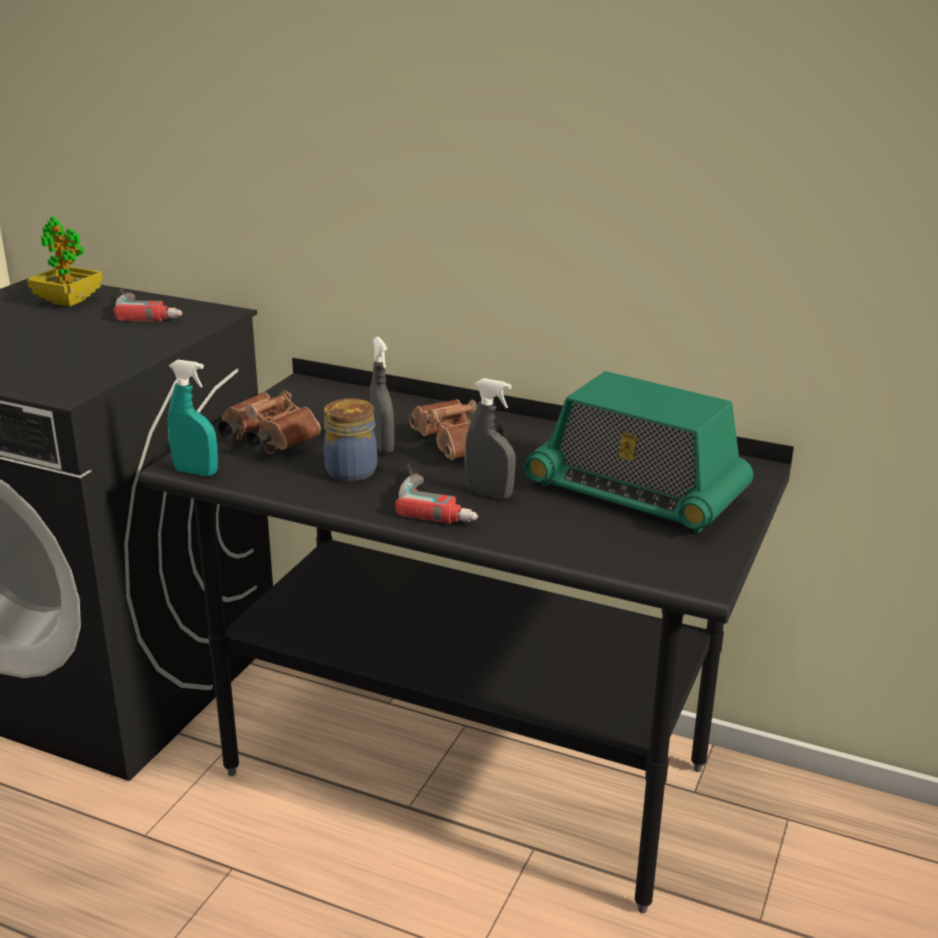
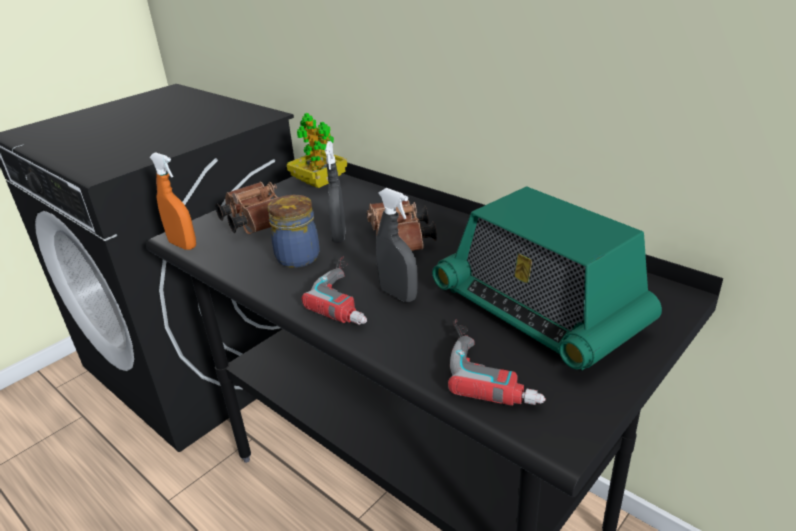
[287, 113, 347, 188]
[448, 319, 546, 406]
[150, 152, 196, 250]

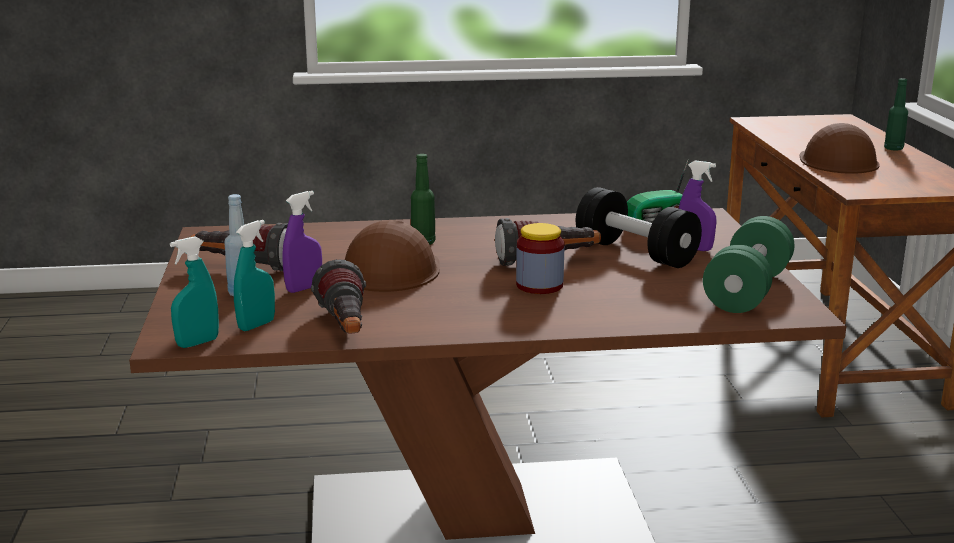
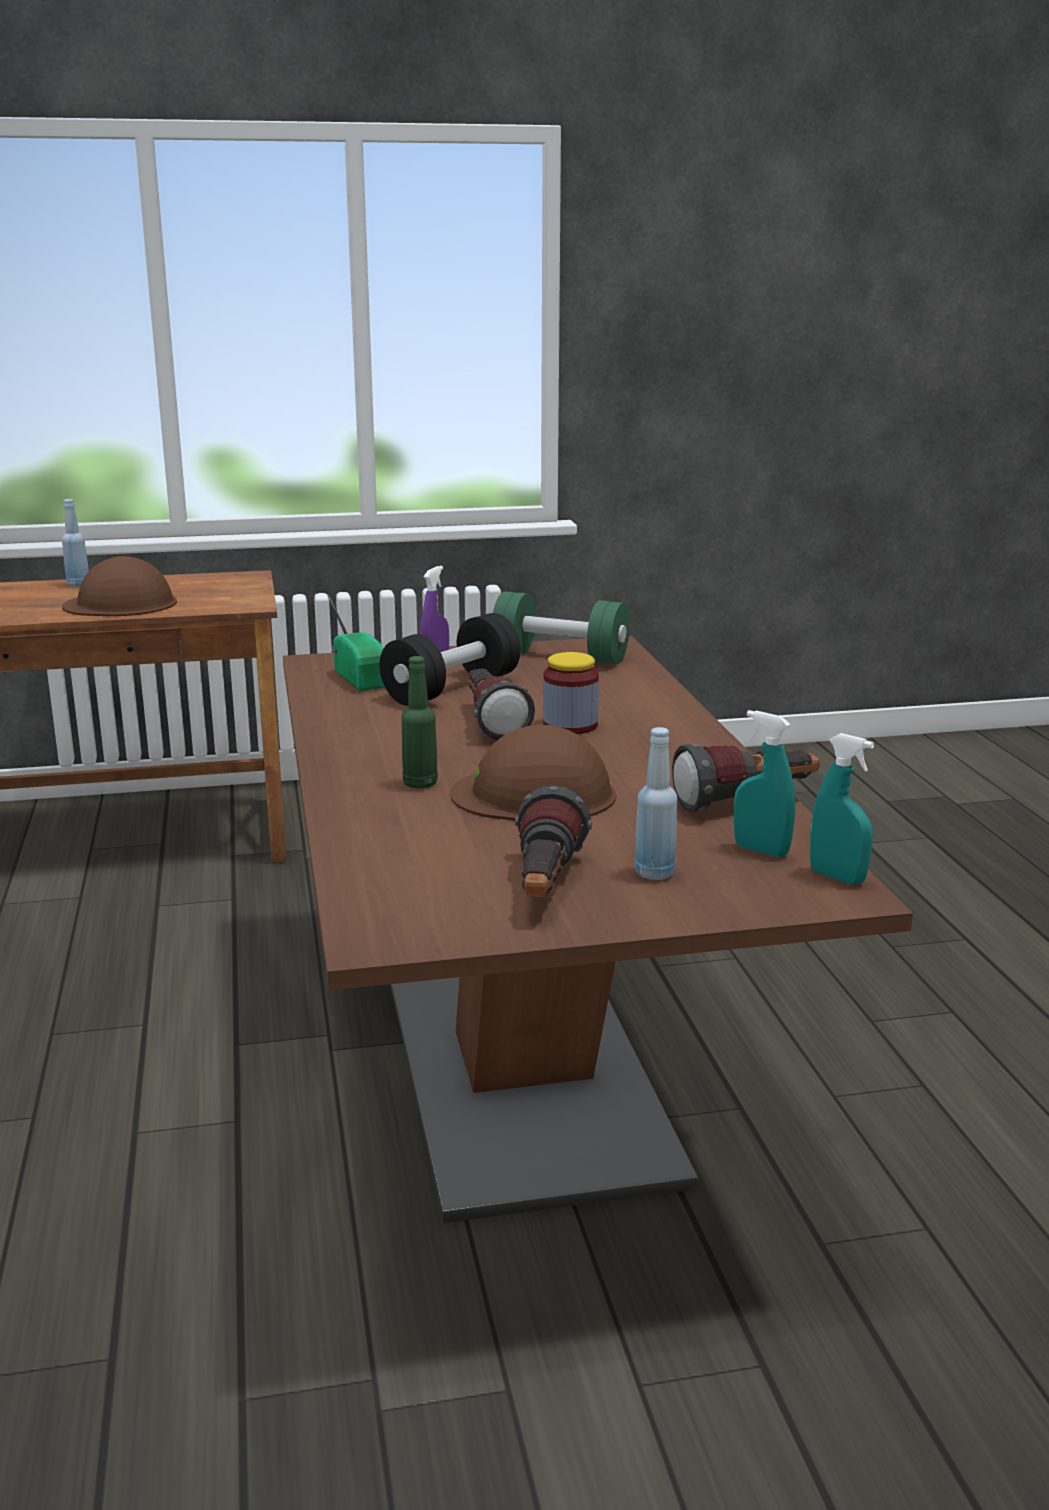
[282, 191, 322, 293] (first image)
[62, 499, 89, 586]

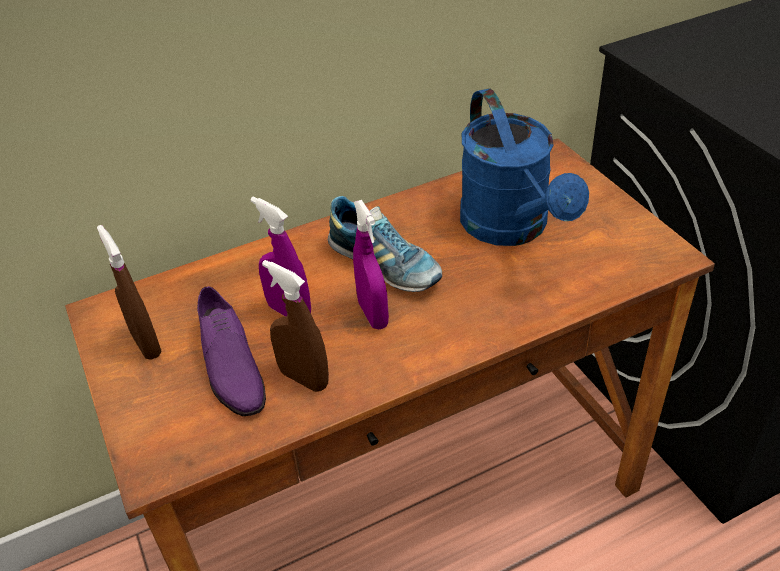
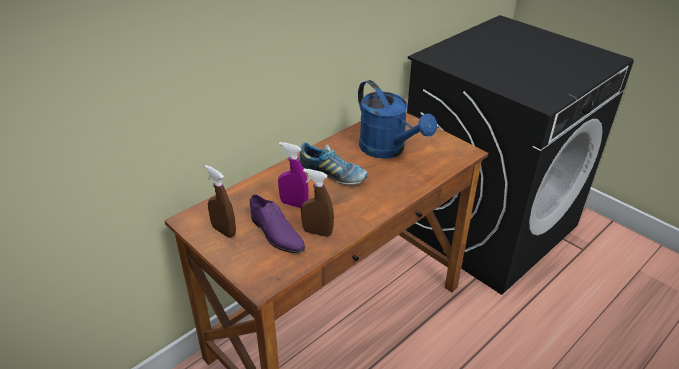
[353, 200, 389, 329] (first image)

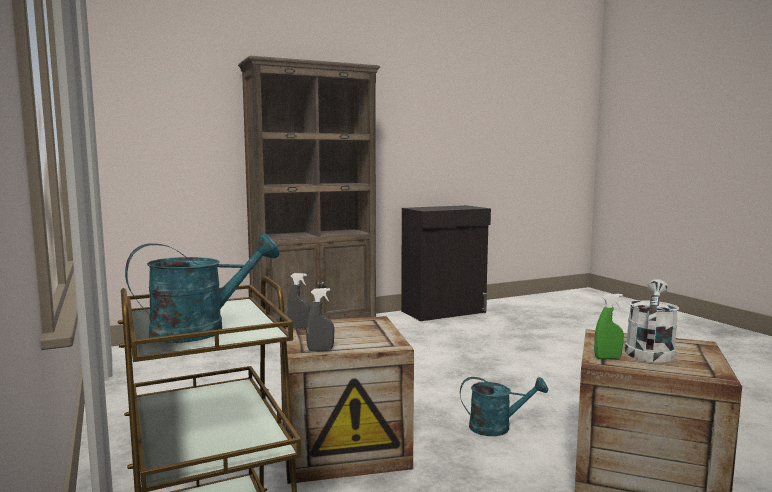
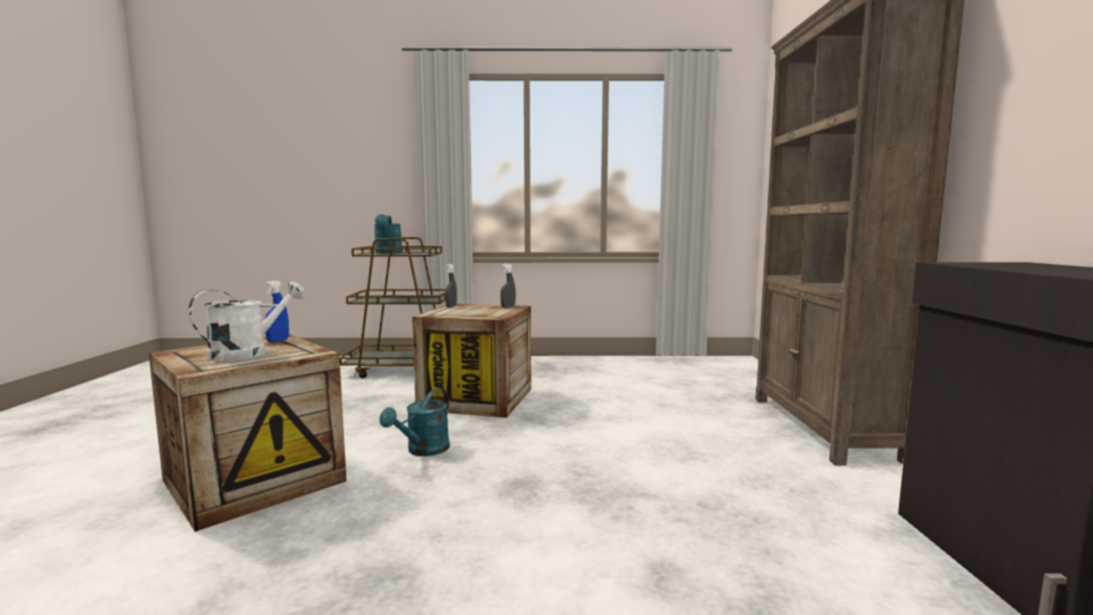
[264, 280, 289, 343]
[189, 281, 305, 362]

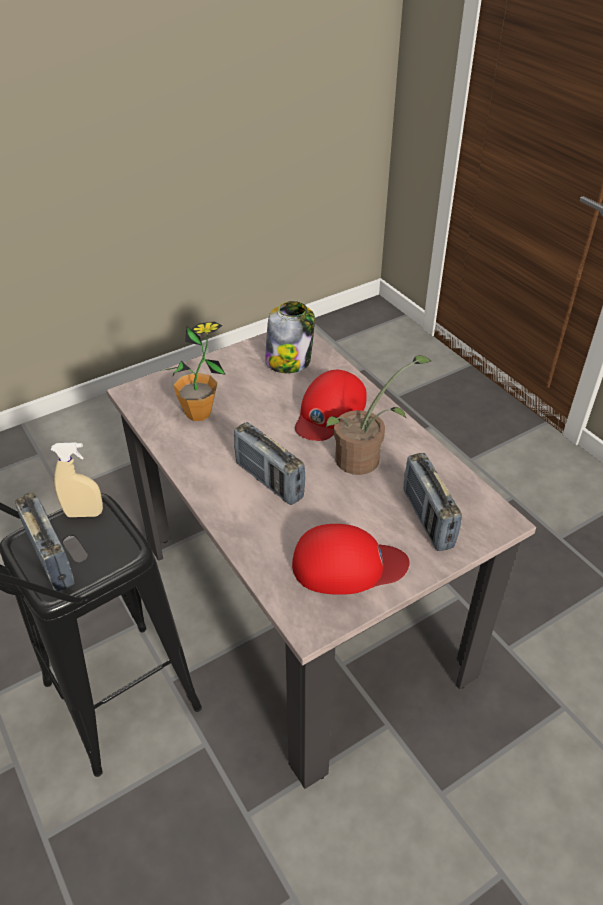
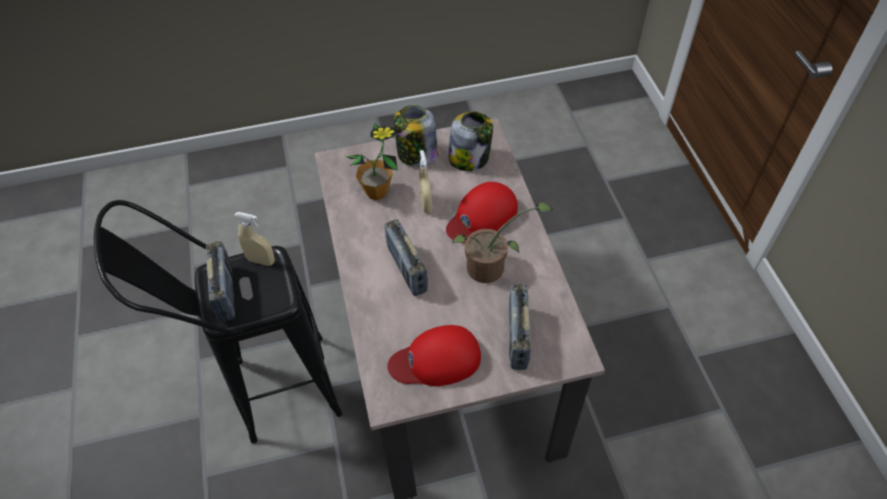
[394, 105, 438, 167]
[419, 150, 432, 214]
[387, 325, 481, 386]

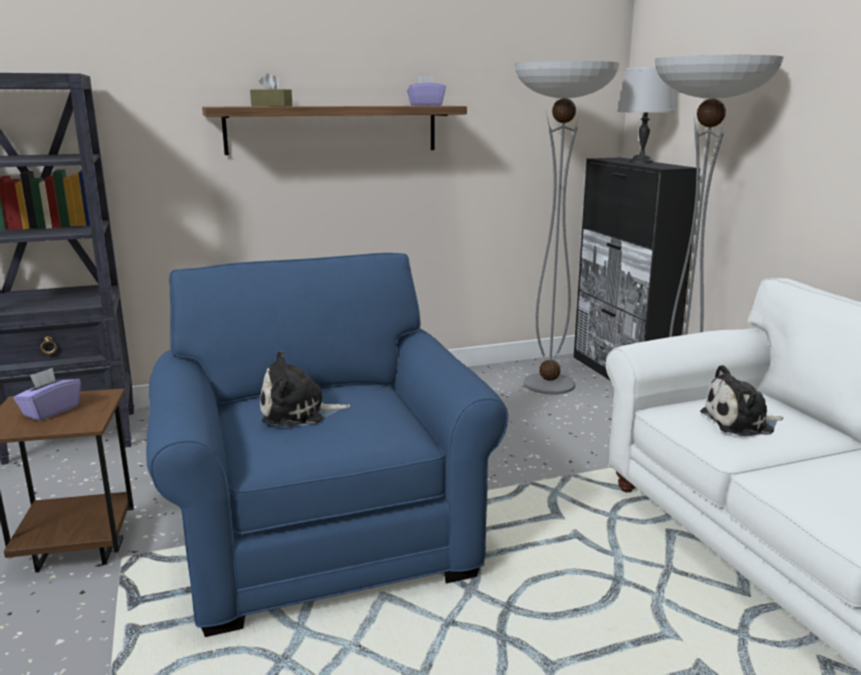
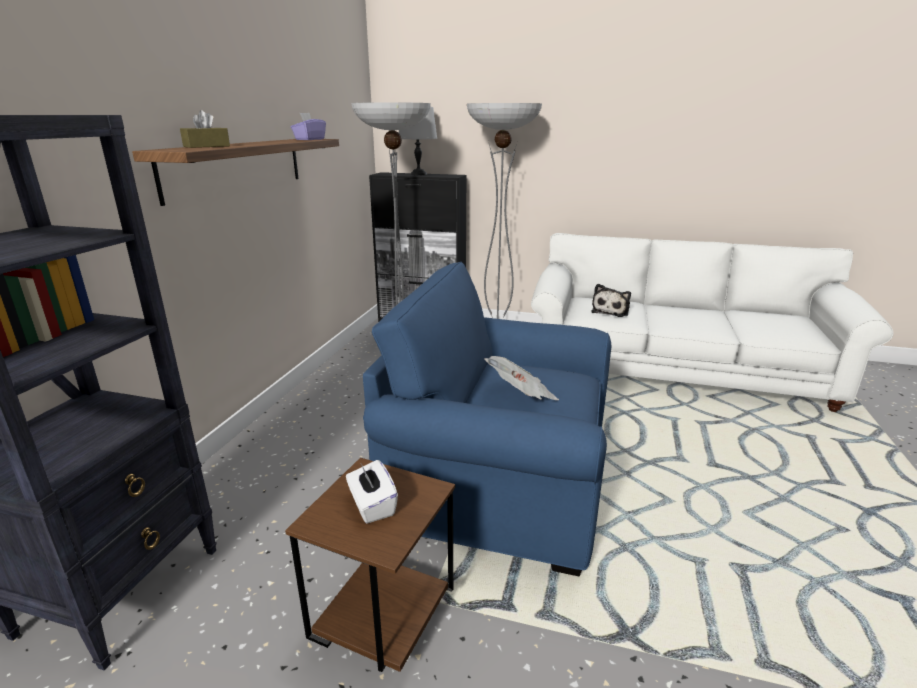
[484, 356, 559, 400]
[346, 460, 398, 524]

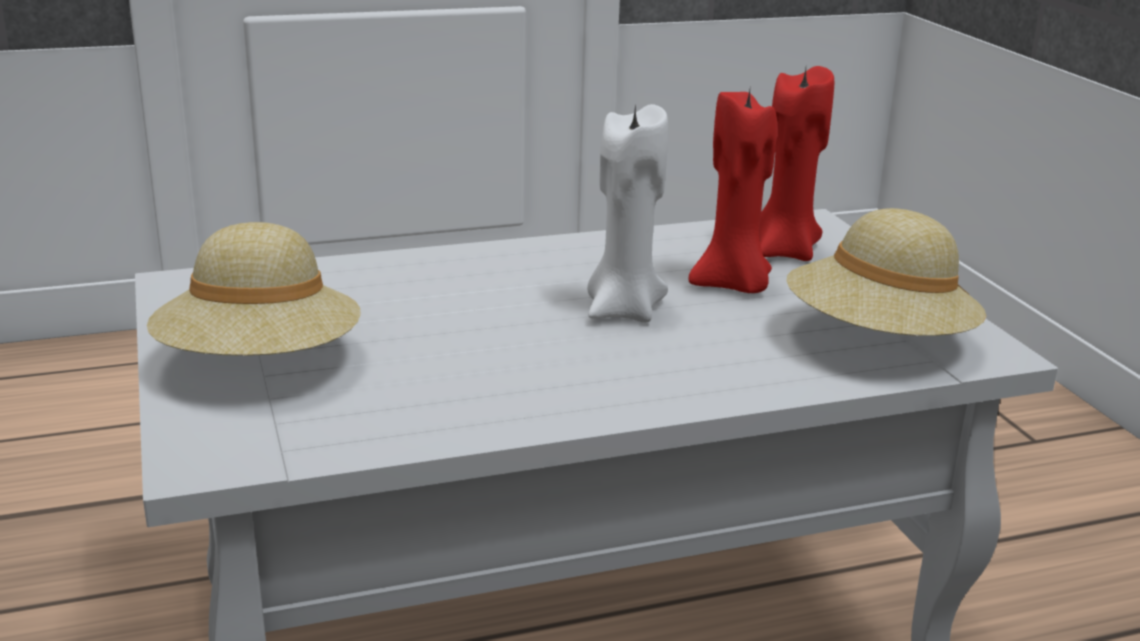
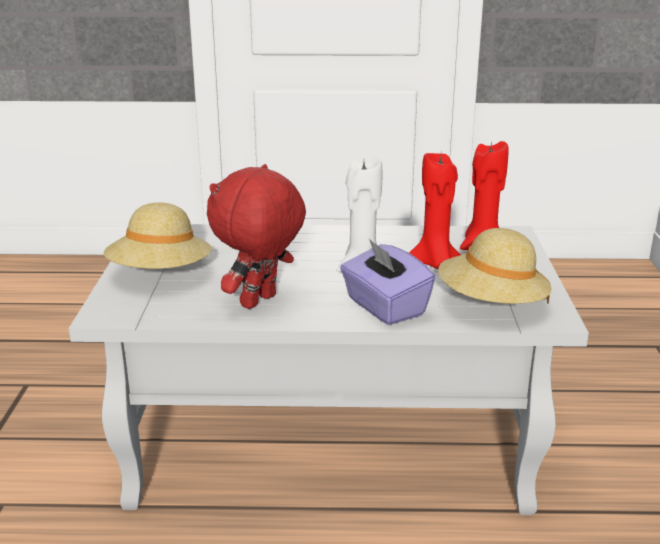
[207, 164, 306, 309]
[340, 239, 435, 325]

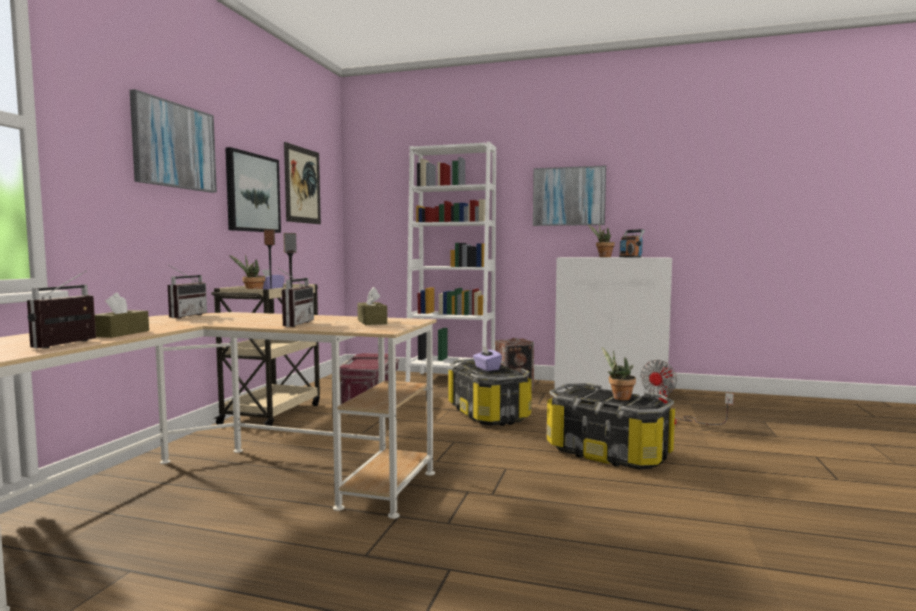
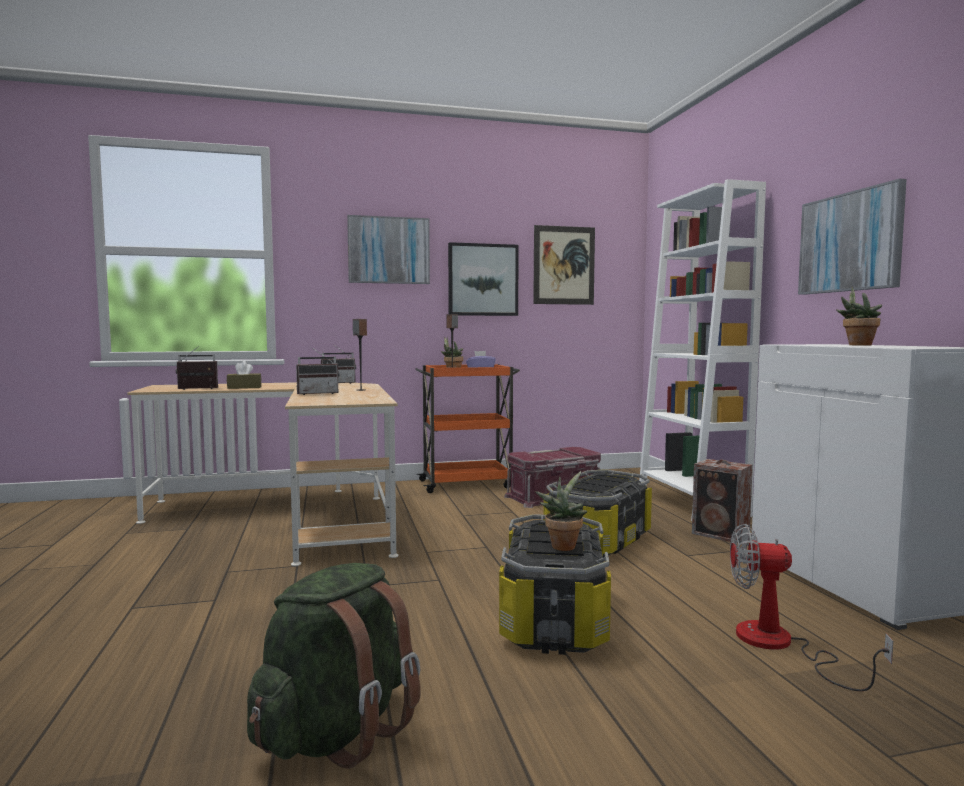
[357, 287, 387, 325] (first image)
[473, 346, 502, 371] (first image)
[619, 229, 645, 258] (first image)
[247, 563, 421, 769]
[415, 364, 520, 493]

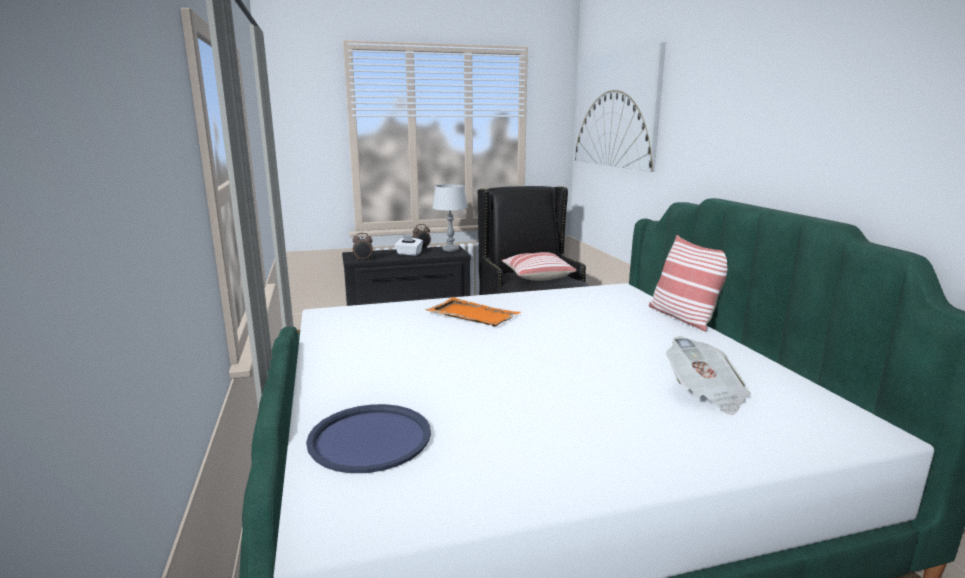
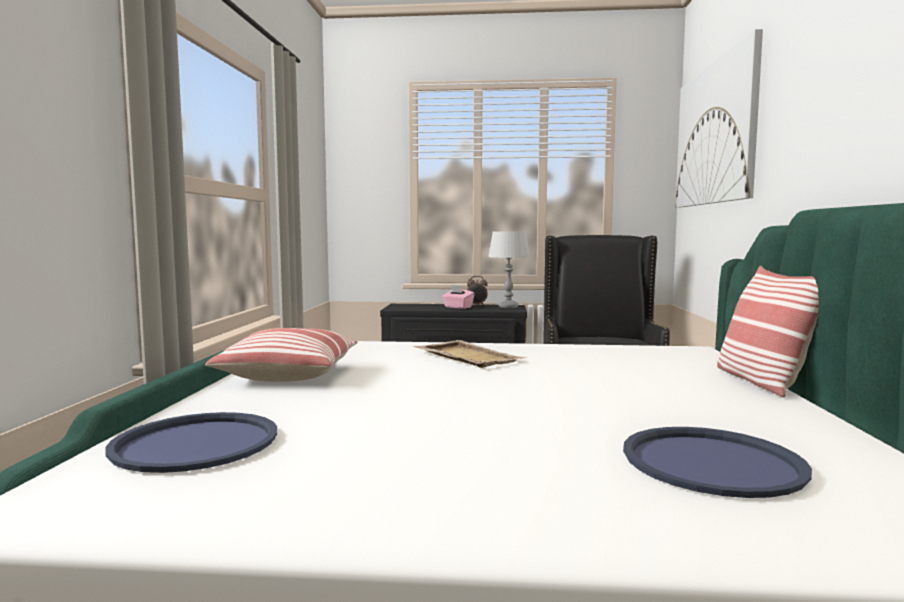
[353, 233, 373, 260] (first image)
[205, 328, 358, 382]
[623, 427, 812, 498]
[442, 285, 475, 309]
[413, 340, 528, 368]

